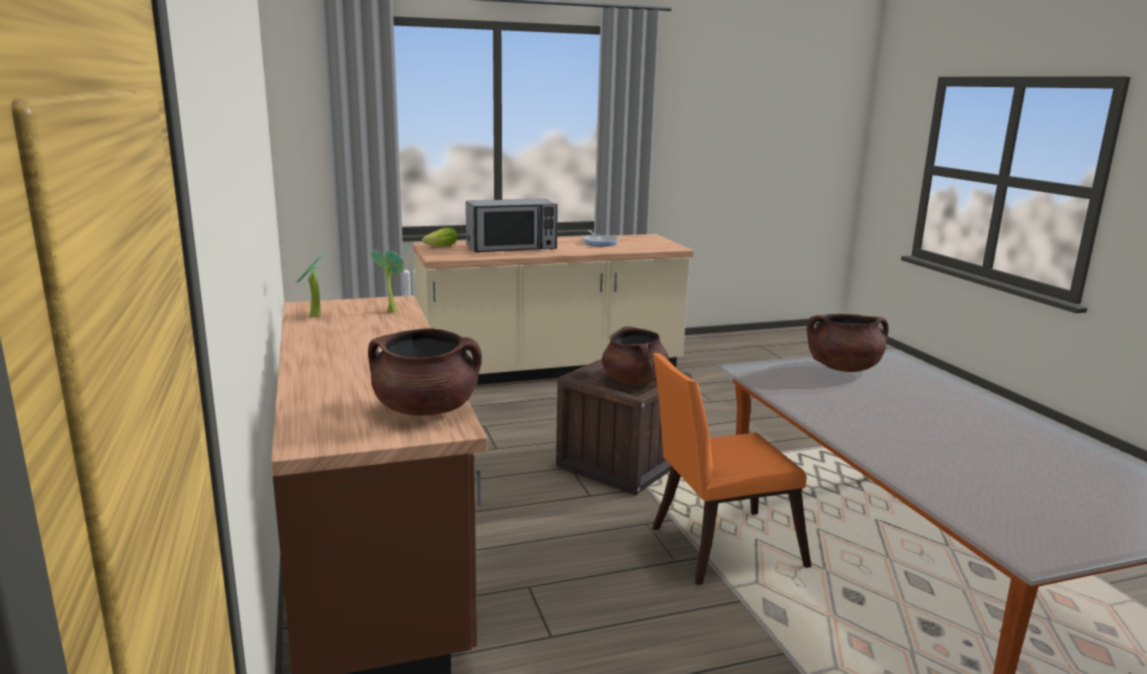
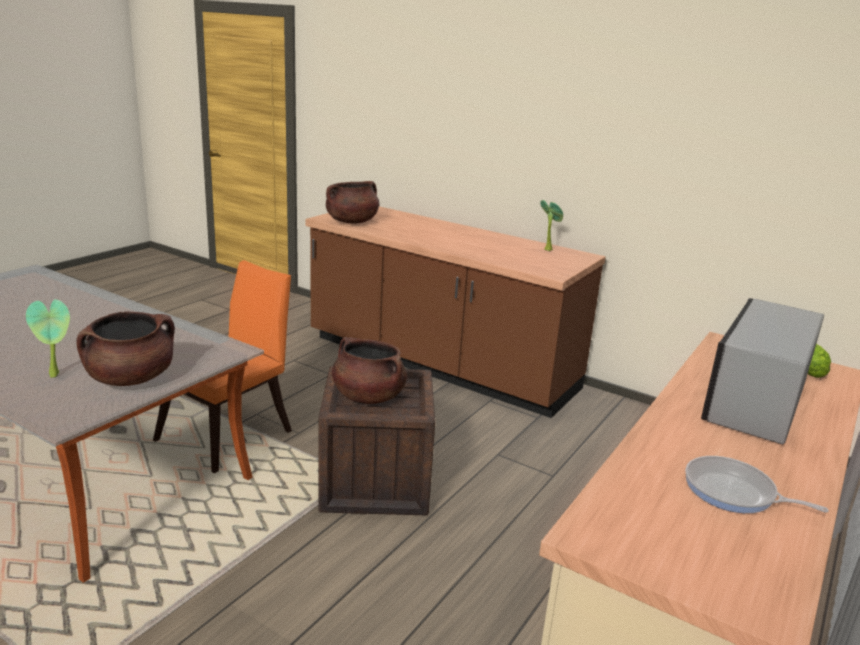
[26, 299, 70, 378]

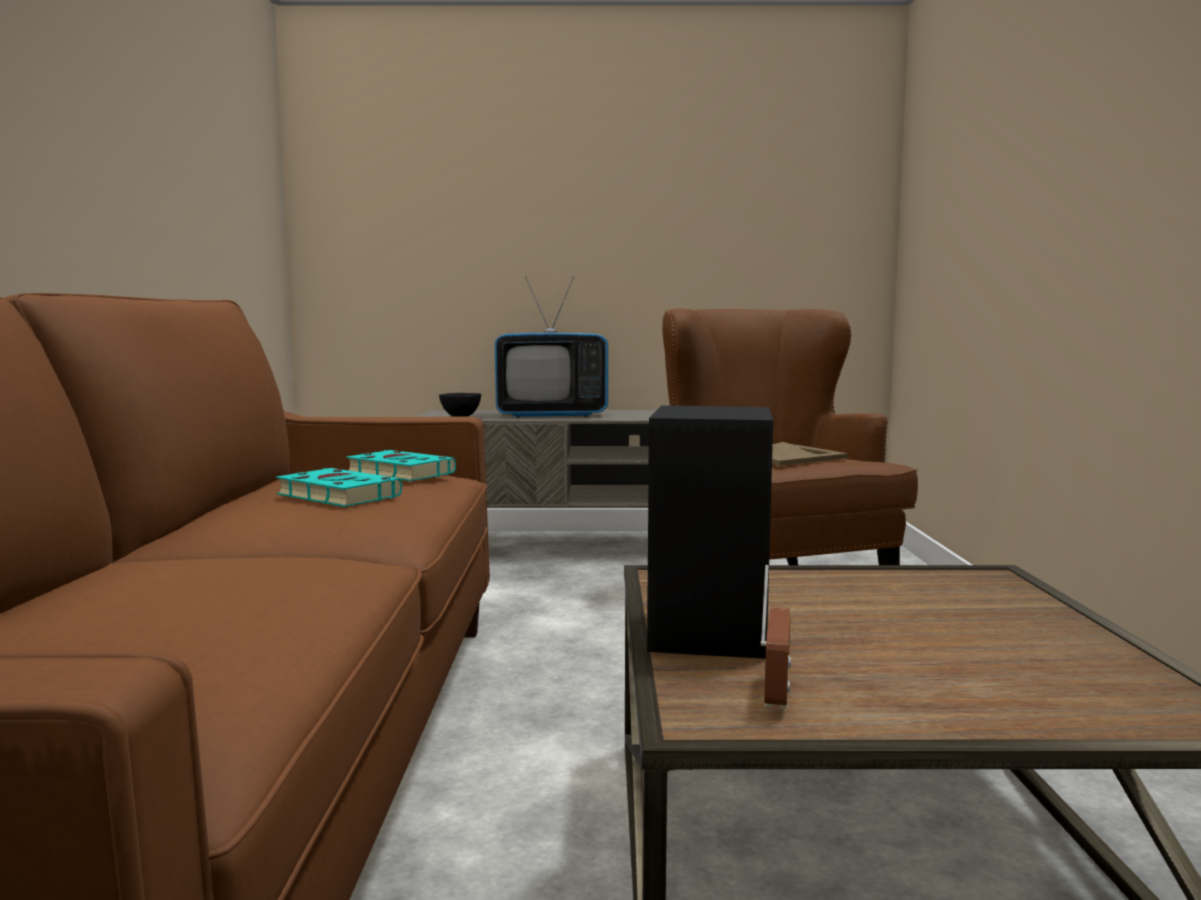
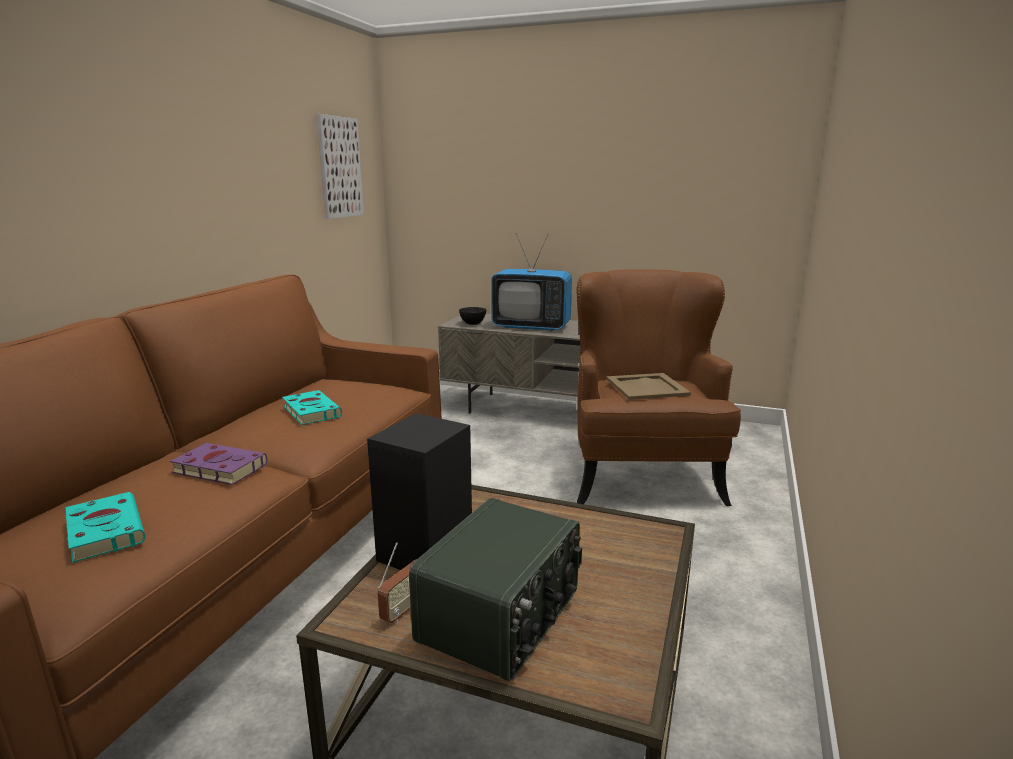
[170, 443, 267, 485]
[316, 114, 364, 219]
[409, 498, 582, 681]
[65, 492, 145, 563]

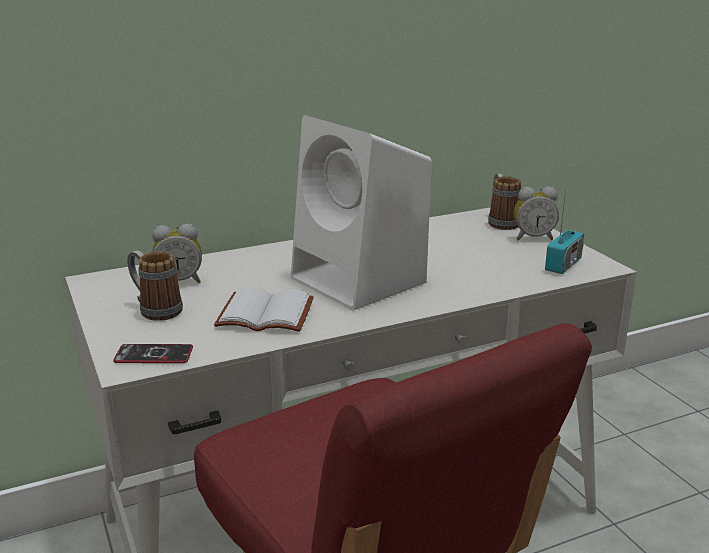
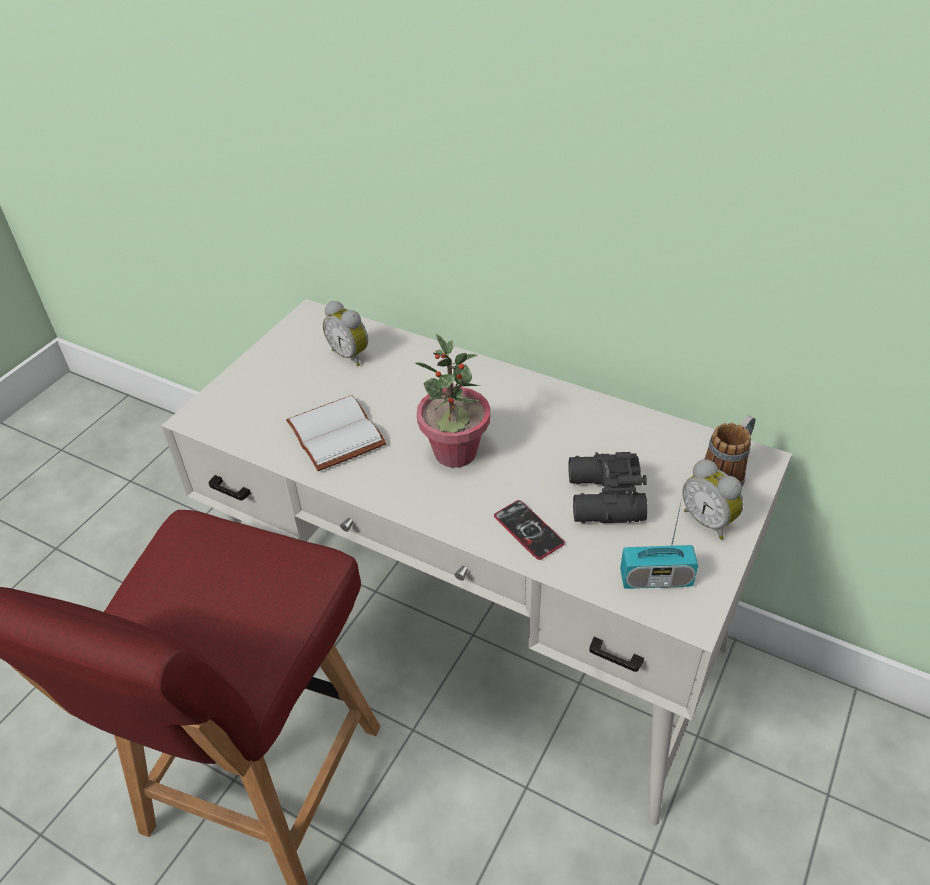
[127, 250, 183, 321] (first image)
[568, 452, 648, 523]
[494, 500, 565, 560]
[415, 334, 490, 468]

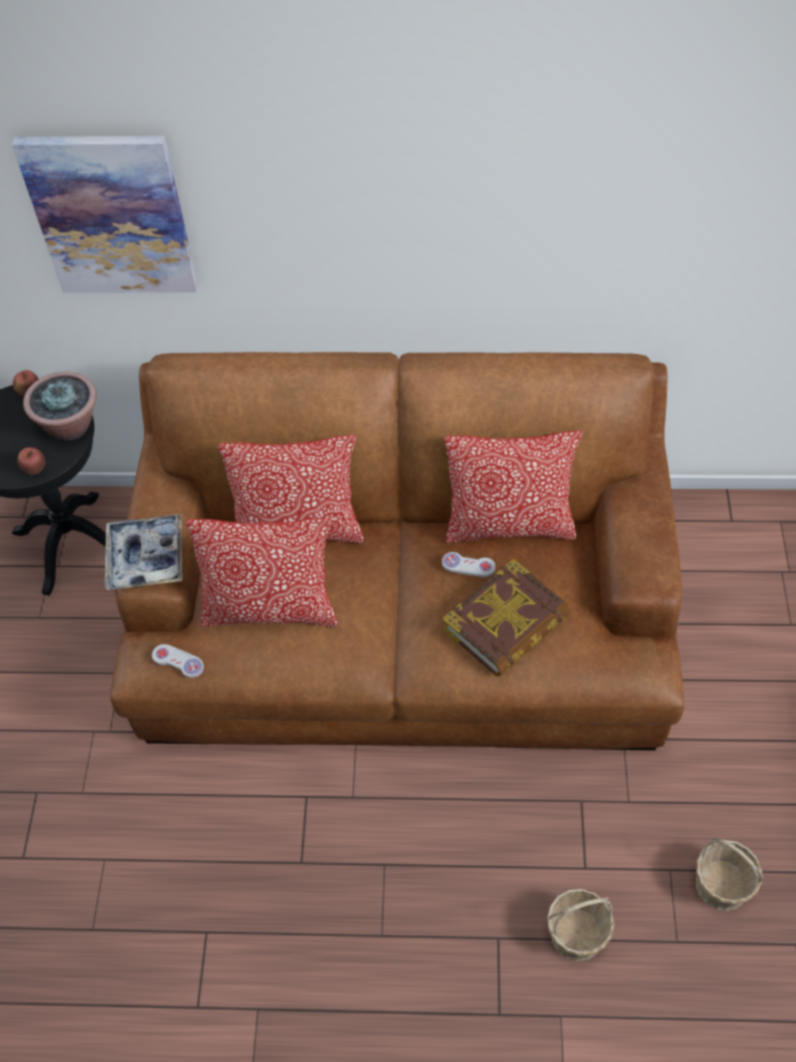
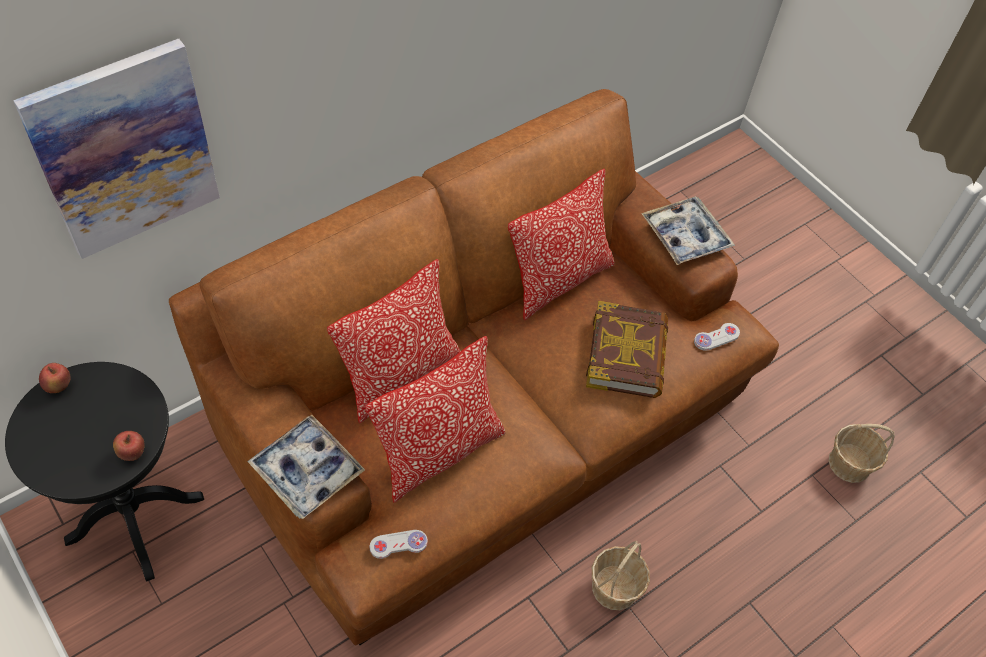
[23, 371, 97, 441] (first image)
[641, 196, 735, 265]
[694, 323, 740, 350]
[592, 541, 650, 610]

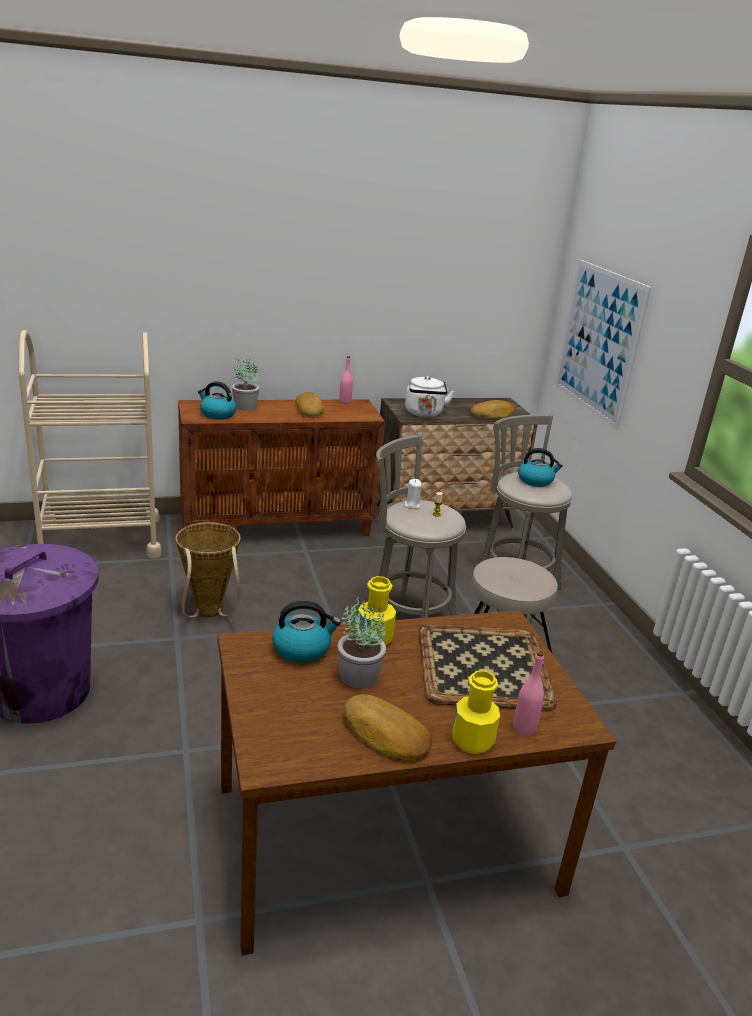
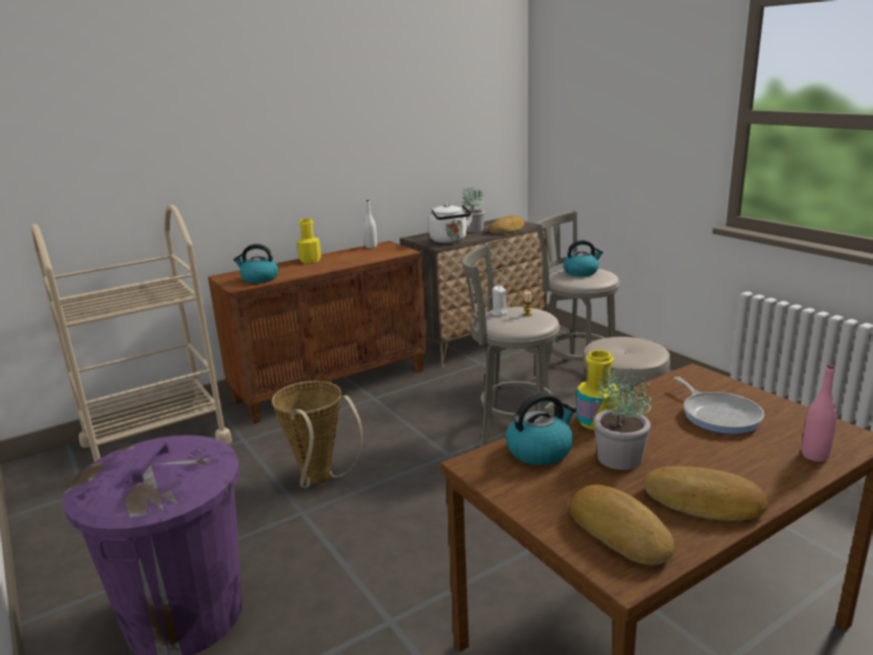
[555, 259, 652, 430] (first image)
[463, 187, 485, 232]
[569, 485, 674, 565]
[297, 218, 321, 263]
[674, 376, 764, 434]
[364, 200, 377, 248]

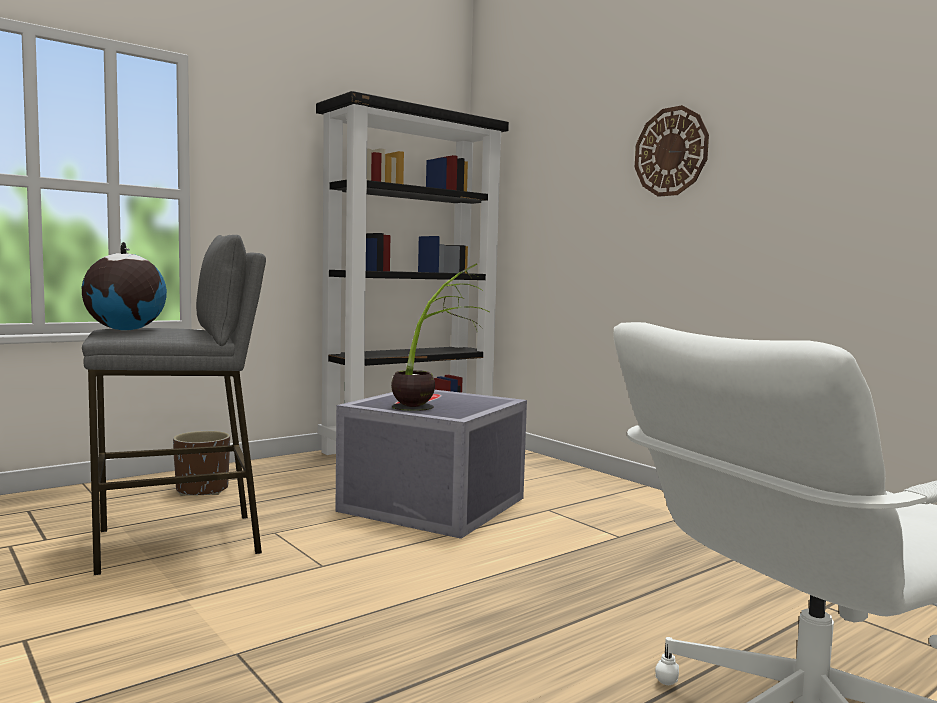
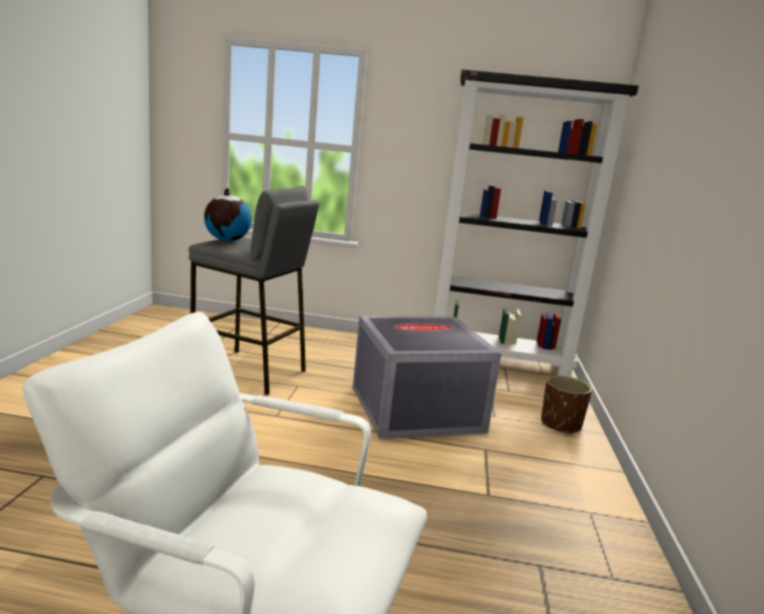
[391, 263, 489, 411] (first image)
[635, 105, 709, 197] (first image)
[541, 376, 592, 435]

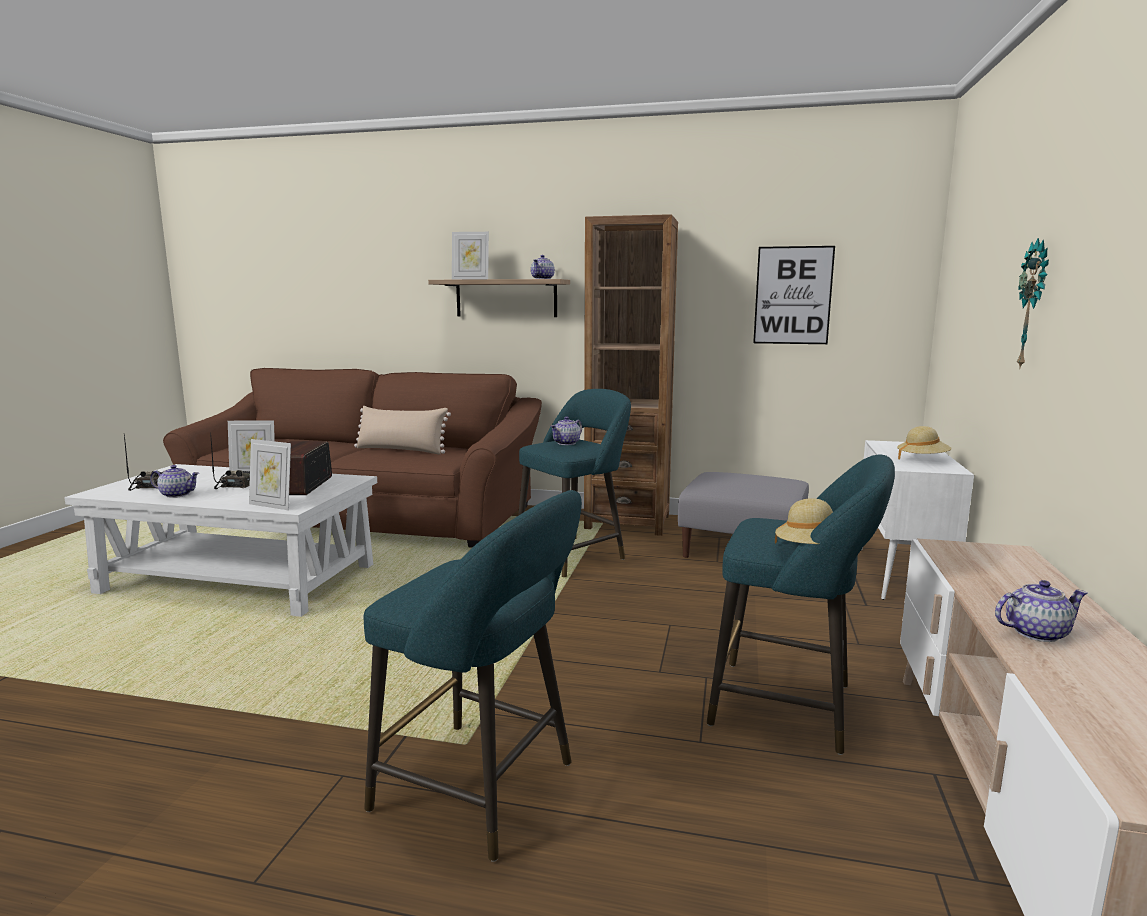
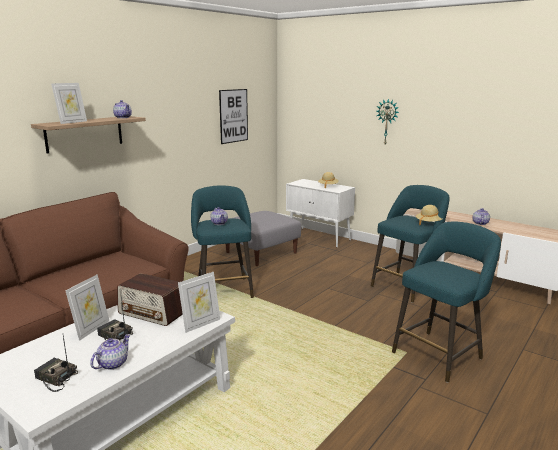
[354, 406, 451, 455] (first image)
[584, 214, 678, 536] (first image)

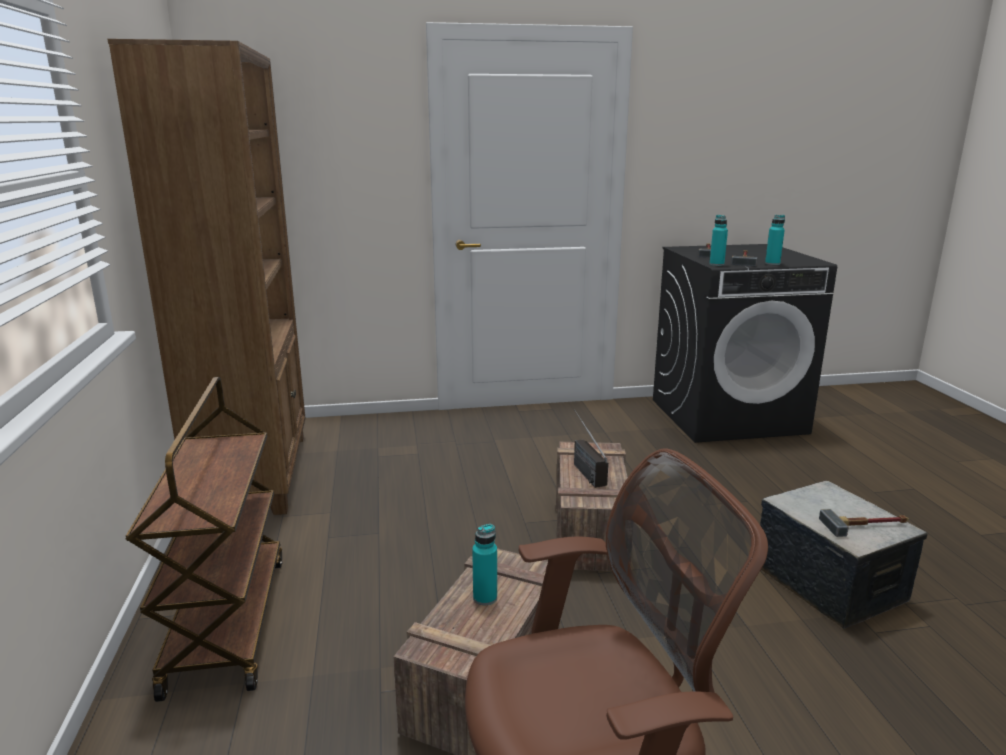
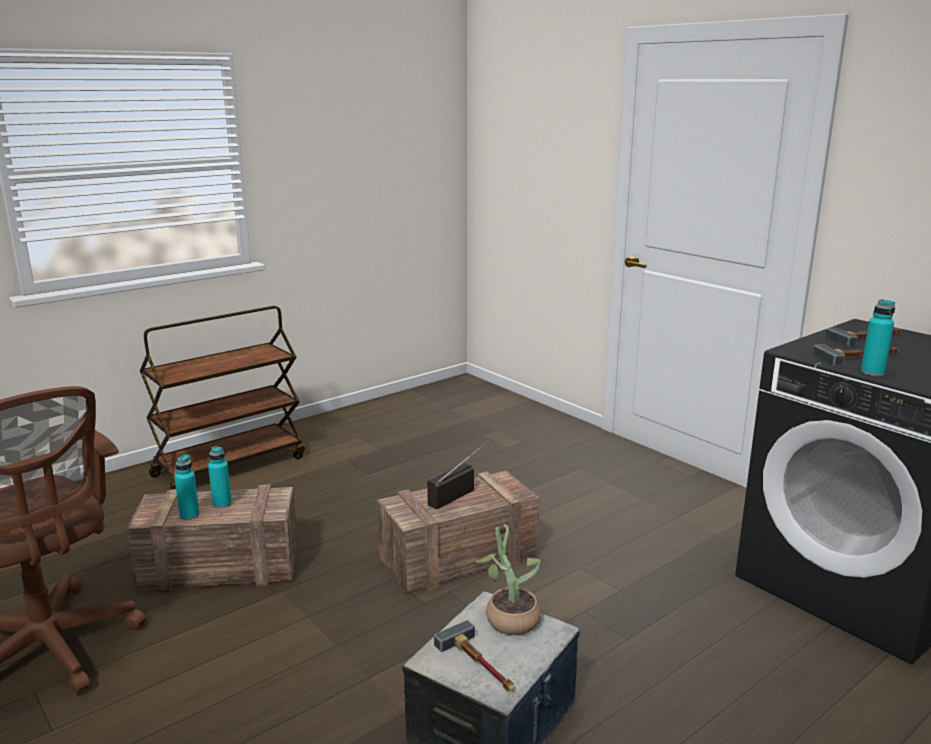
[108, 39, 305, 515] (first image)
[475, 524, 541, 635]
[174, 455, 200, 520]

